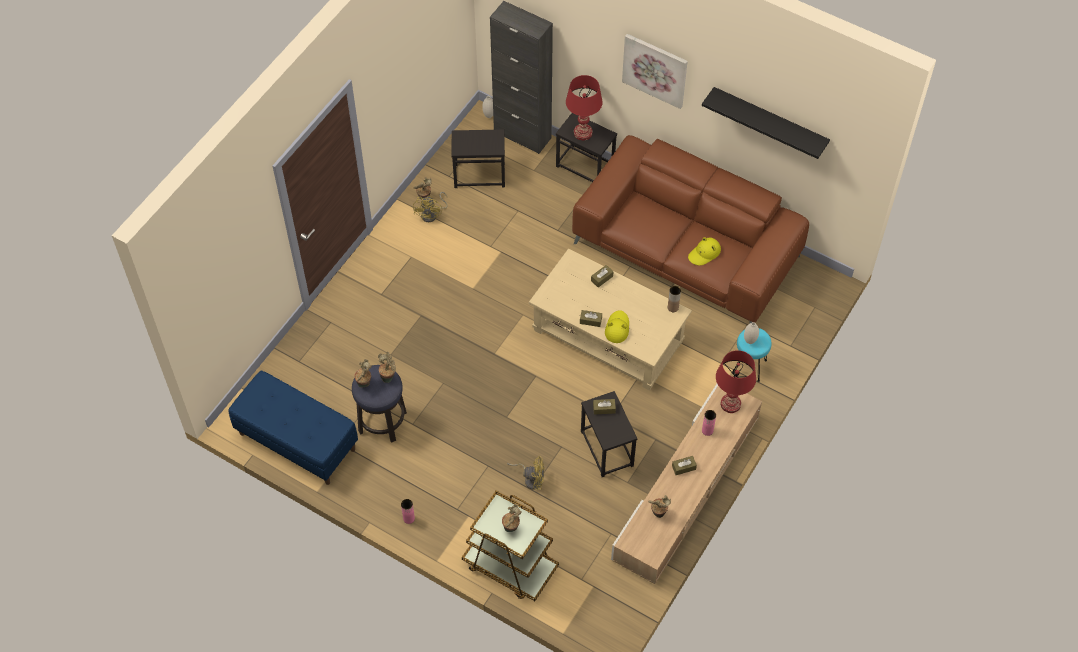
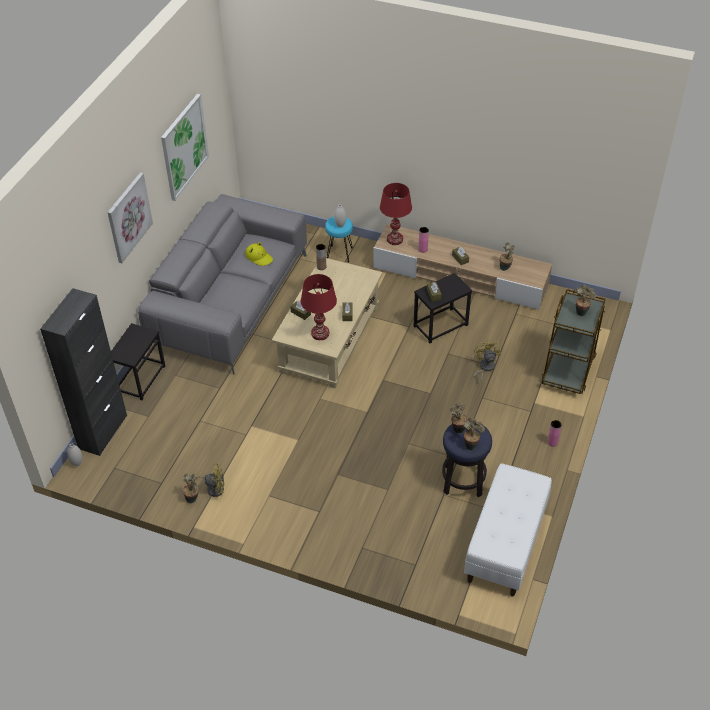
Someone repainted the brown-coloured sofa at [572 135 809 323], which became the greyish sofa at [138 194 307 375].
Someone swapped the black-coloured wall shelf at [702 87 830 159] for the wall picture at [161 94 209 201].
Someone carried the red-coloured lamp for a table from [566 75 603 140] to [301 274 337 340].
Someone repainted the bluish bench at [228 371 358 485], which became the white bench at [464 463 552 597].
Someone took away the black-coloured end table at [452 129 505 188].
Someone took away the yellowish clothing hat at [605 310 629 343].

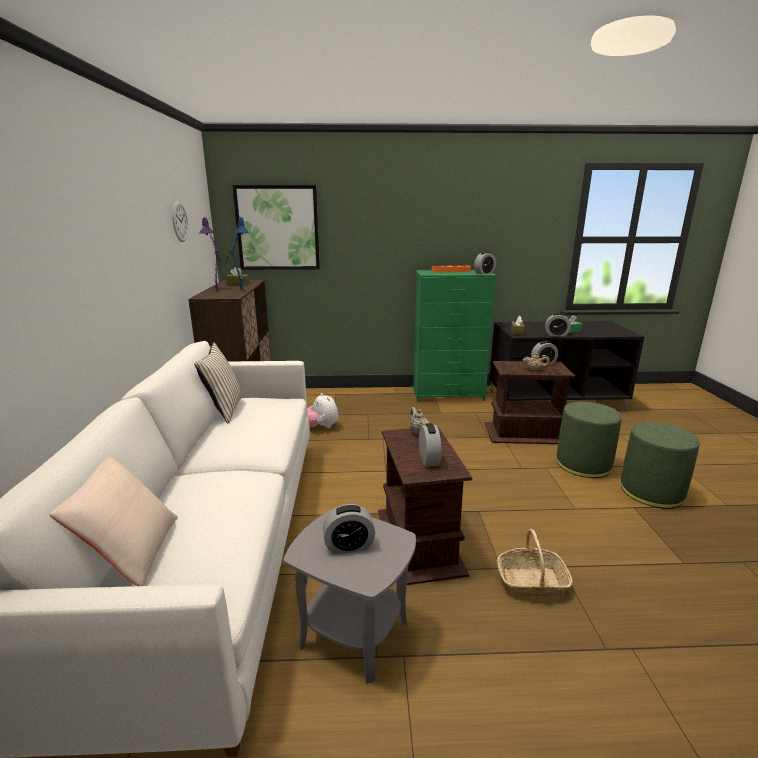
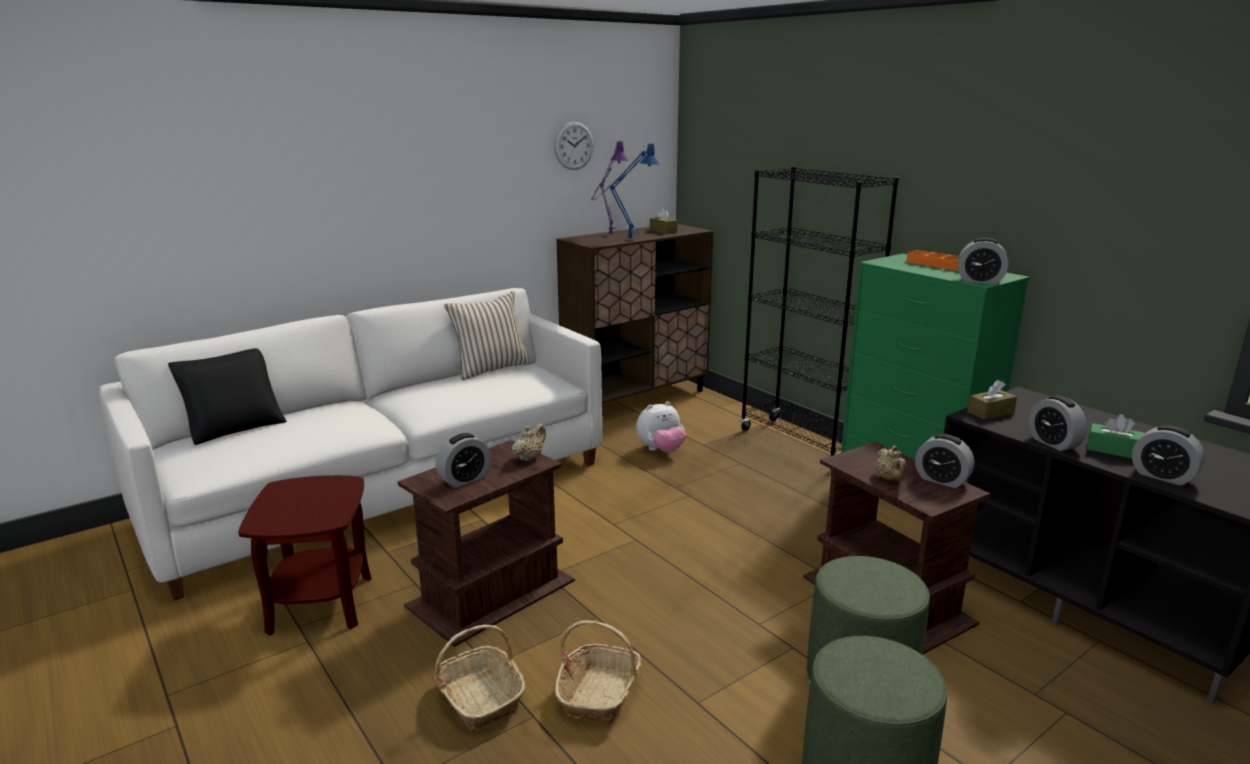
Someone repainted the sand-coloured pillow at [49 456 178 586], which became the black-coloured pillow at [168 348 287 445].
Someone repainted the greyish end table at [283 509 416 684], which became the brown-coloured end table at [238 475 371 636].
Someone put down the basket at [555 620 641 724].
Someone rotated the plush toy at [307 393 338 429] by 135 degrees counterclockwise.
Someone put down the black-coloured shelving unit at [740 167 899 470].
Someone carried the table clock from [323 504 375 554] to [1132 425 1205 486].
Someone took away the wall picture at [232 185 320 270].

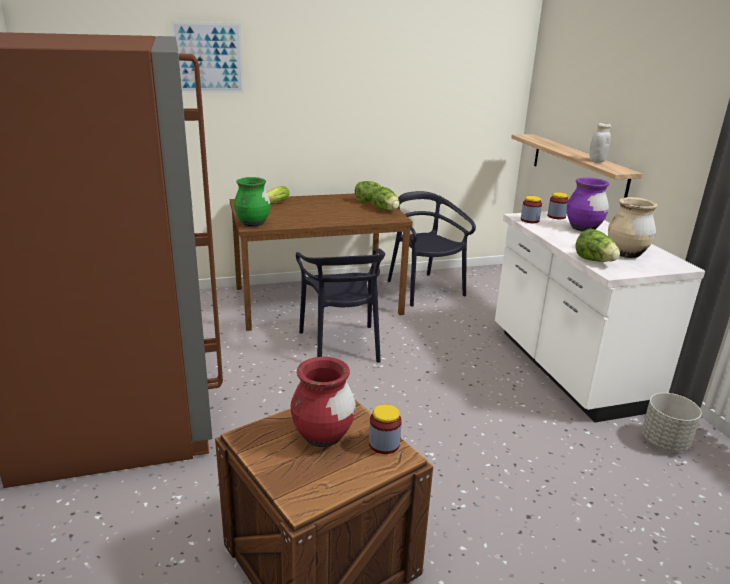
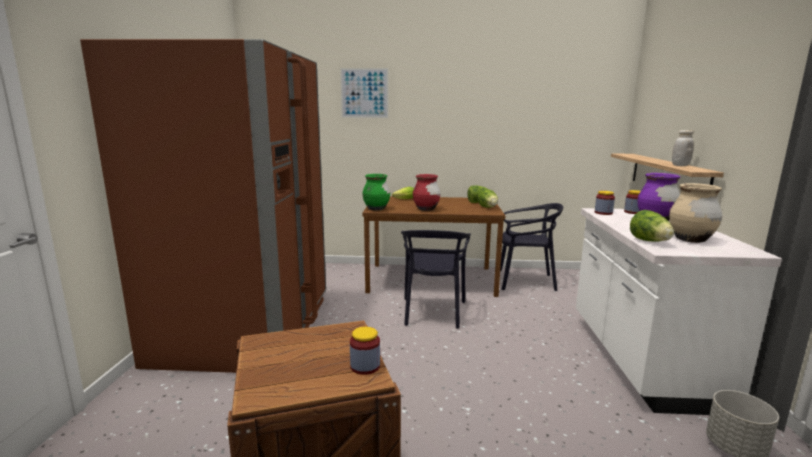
Someone carried the red-coloured decorative vase from [291 357 356 447] to [413 174 440 211].
Someone rotated the black-coloured plain chair at [387 191 476 307] by 105 degrees clockwise.

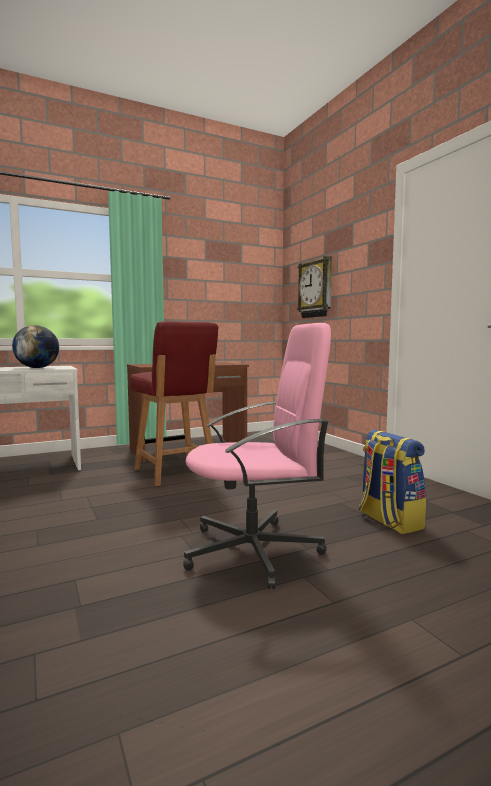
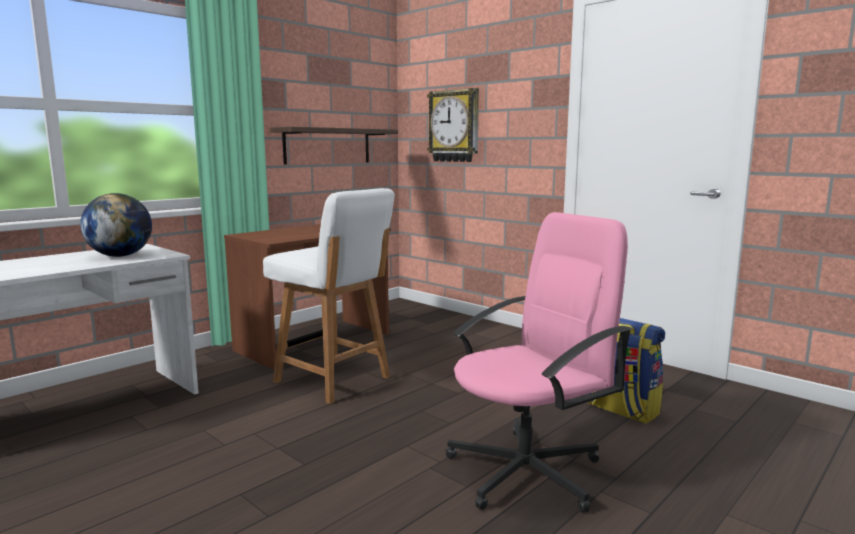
Someone repainted the red-coloured plain chair at [130 321 219 486], which became the white plain chair at [263 188 395 404].
Someone put up the wall shelf at [270 127 398 165].

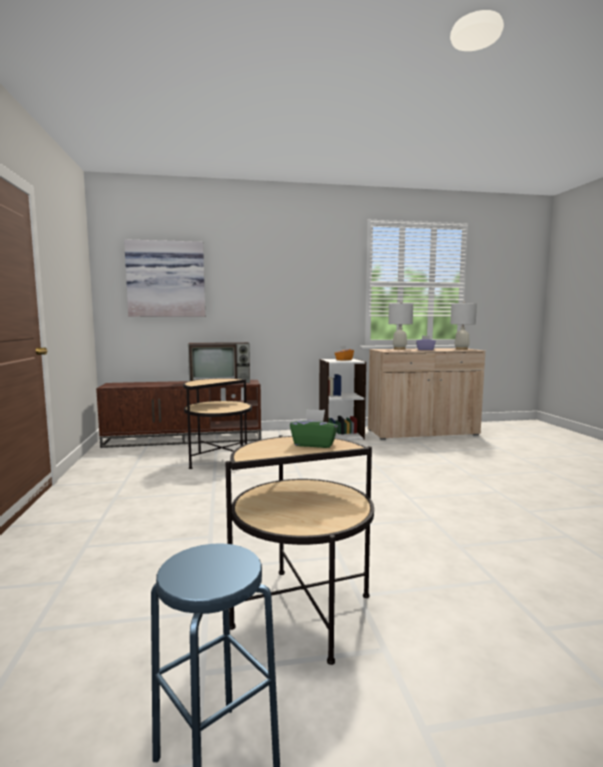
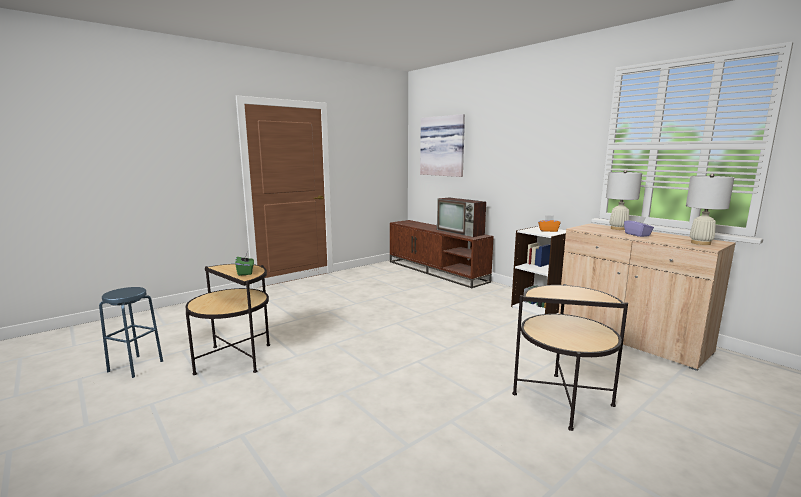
Someone carried the end table from [183 378 252 469] to [512 284 628 431].

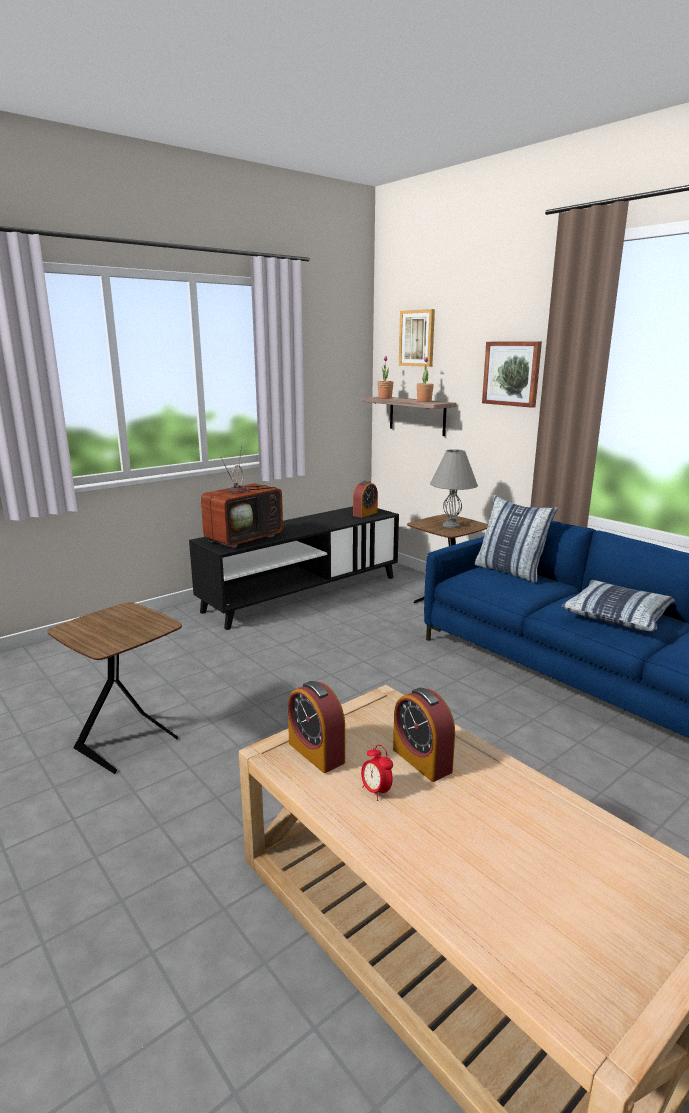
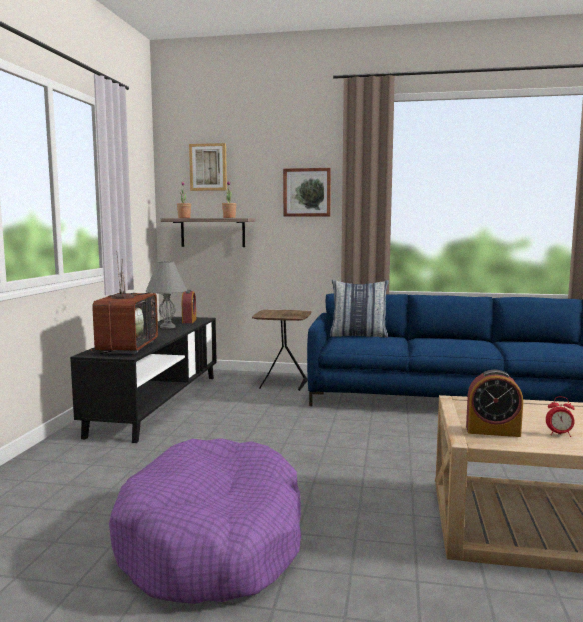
Someone swapped the brown-coloured end table at [47 602 182 774] for the purple-coloured dog bed at [109 438 301 604].
Someone carried the greyish lamp for a table from [430 449 478 528] to [146 260 187 329].
Someone took away the table clock at [393 688 455 782].
Someone took away the pillow at [562 580 675 631].

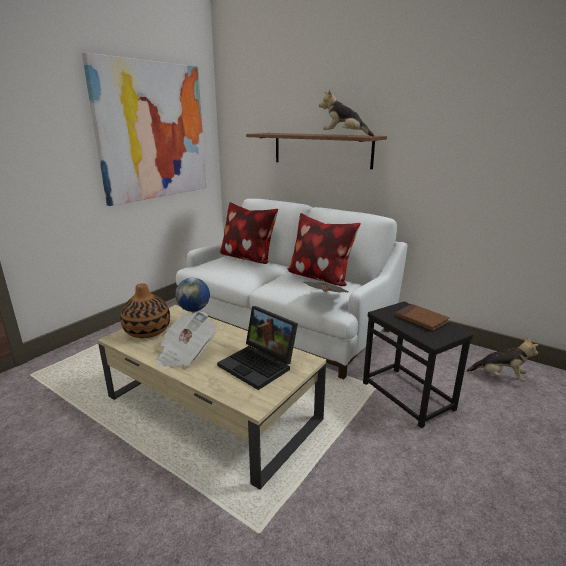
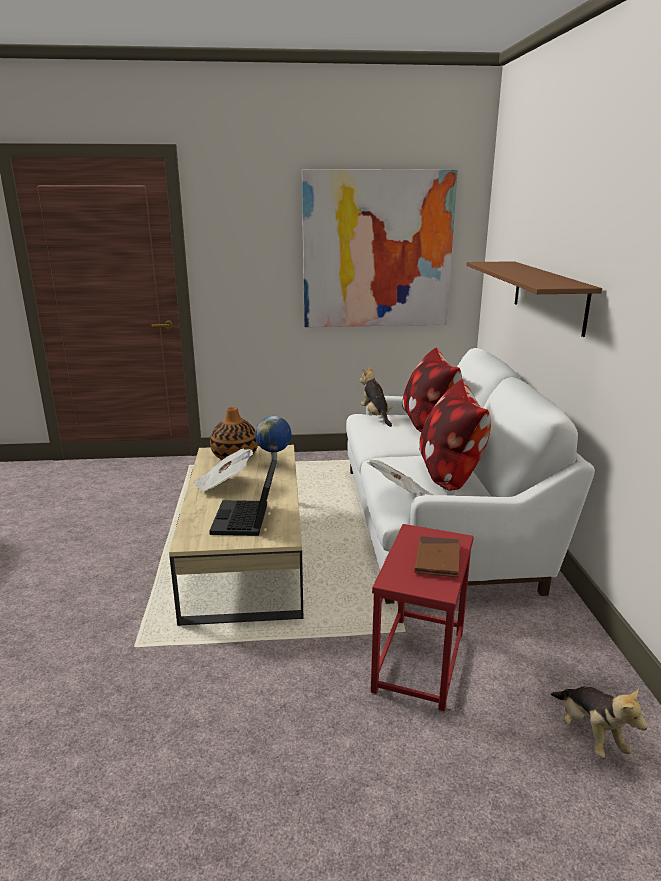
Someone carried the plush toy from [319 90 374 136] to [360 367 392 427].
Someone repainted the black-coloured end table at [363 301 473 428], which became the red-coloured end table at [371 524 474 711].

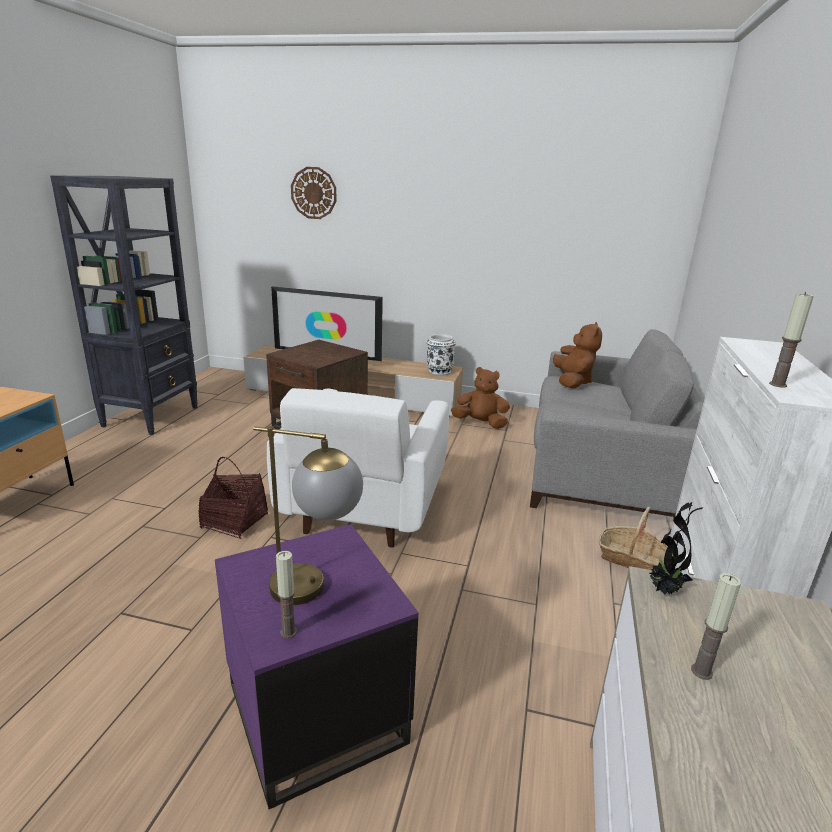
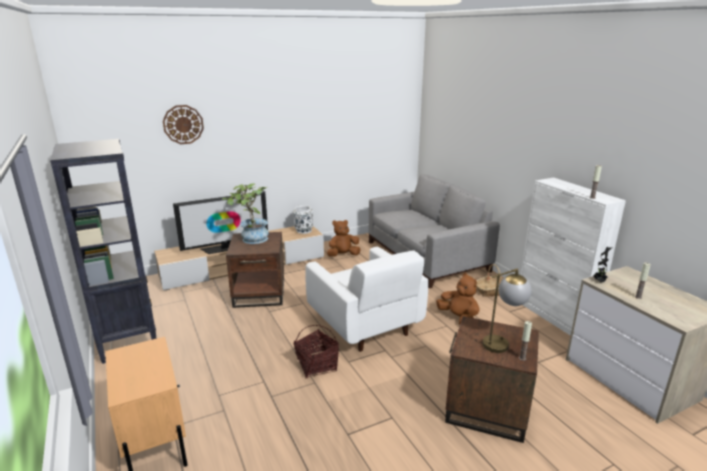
Someone put down the potted plant at [222 183 269 244].
Someone carried the brown-coloured plush toy from [553 322 602 388] to [436 273 479 324].
Someone repainted the purple-coloured end table at [215 524 419 809], which became the brown-coloured end table at [445 316 539 443].

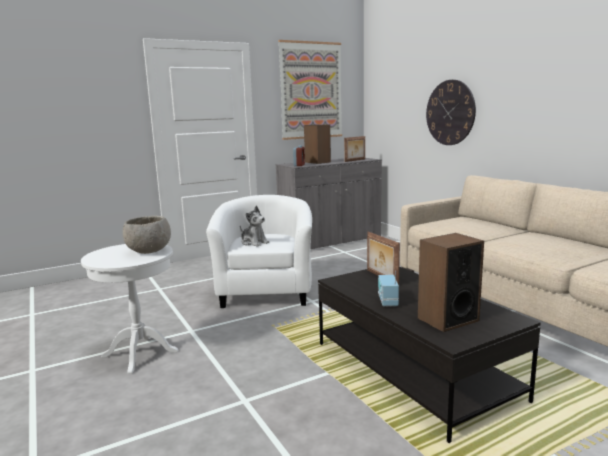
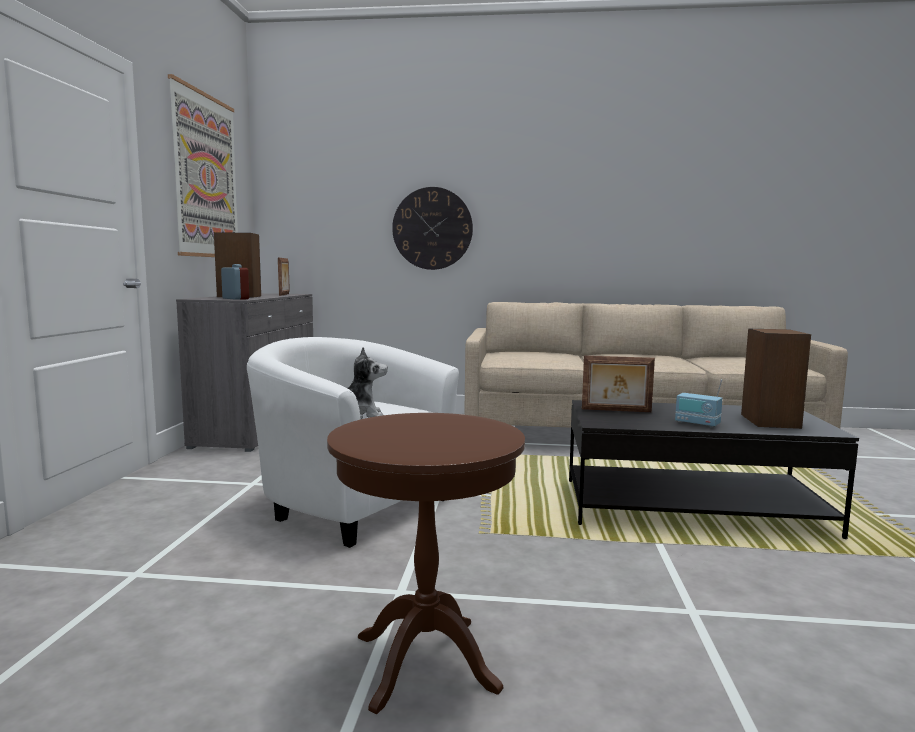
Someone repainted the white end table at [81 244 178 374], which became the brown-coloured end table at [327 413 525 714].
Someone took away the greyish bowl at [123 216 171 254].

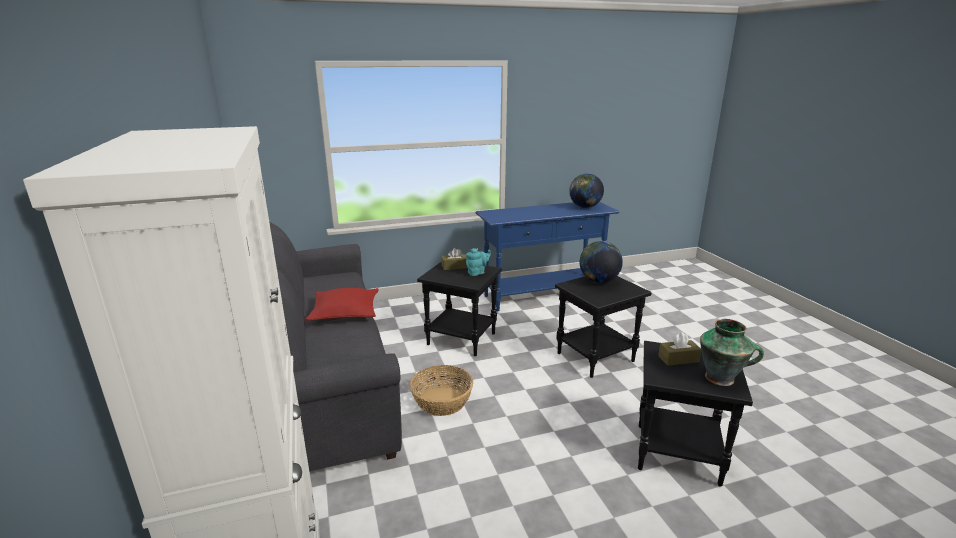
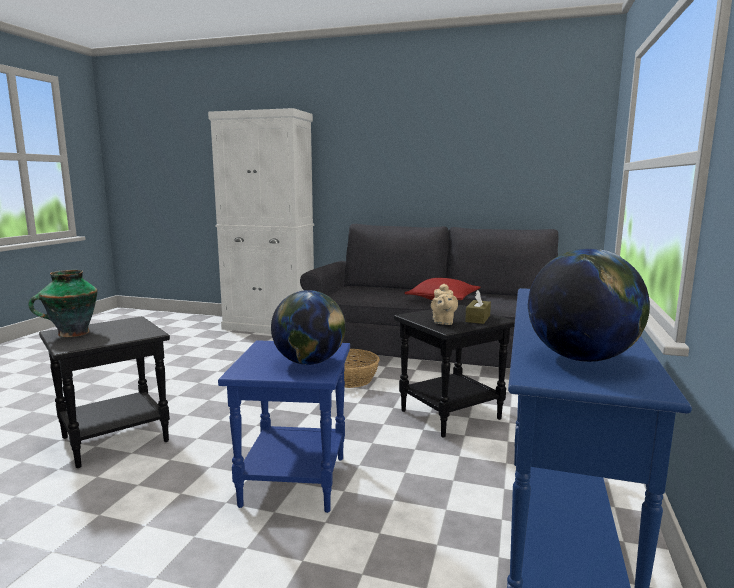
Someone repainted the black-coloured end table at [555 276 652 378], which became the bluish end table at [218 340 350 513].
Someone repainted the blue-green teapot at [466 248 491 276], which became the sand-coloured teapot at [431 283 458 325].
Someone took away the brown-coloured tissue holder at [658 332 701 366].

